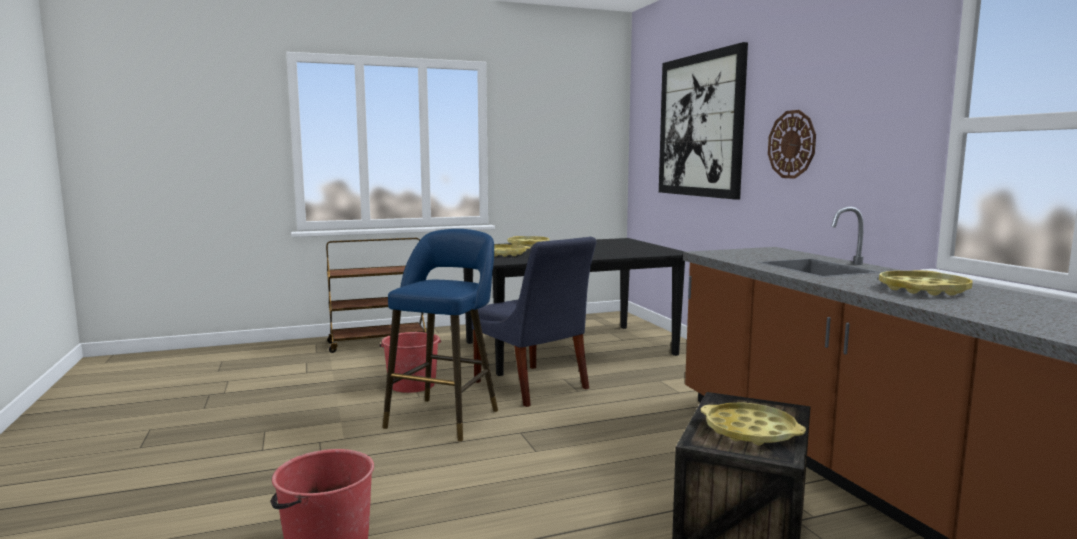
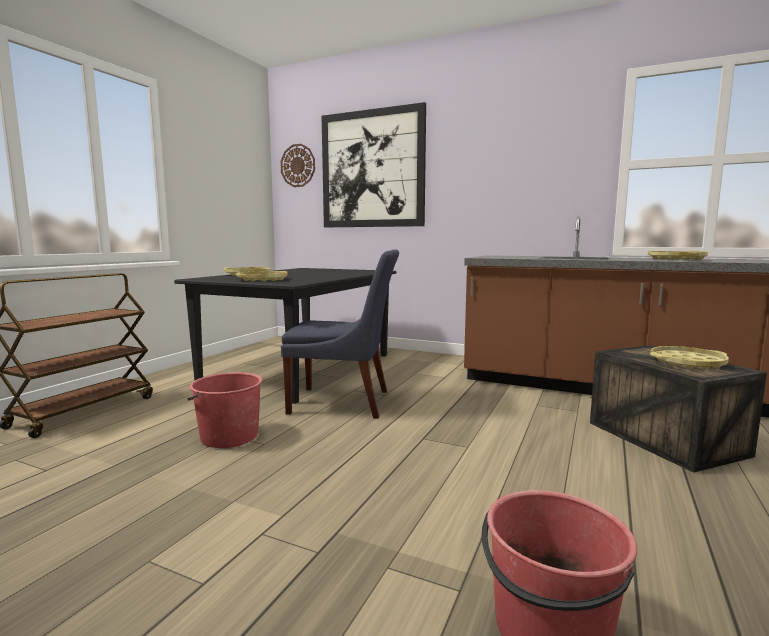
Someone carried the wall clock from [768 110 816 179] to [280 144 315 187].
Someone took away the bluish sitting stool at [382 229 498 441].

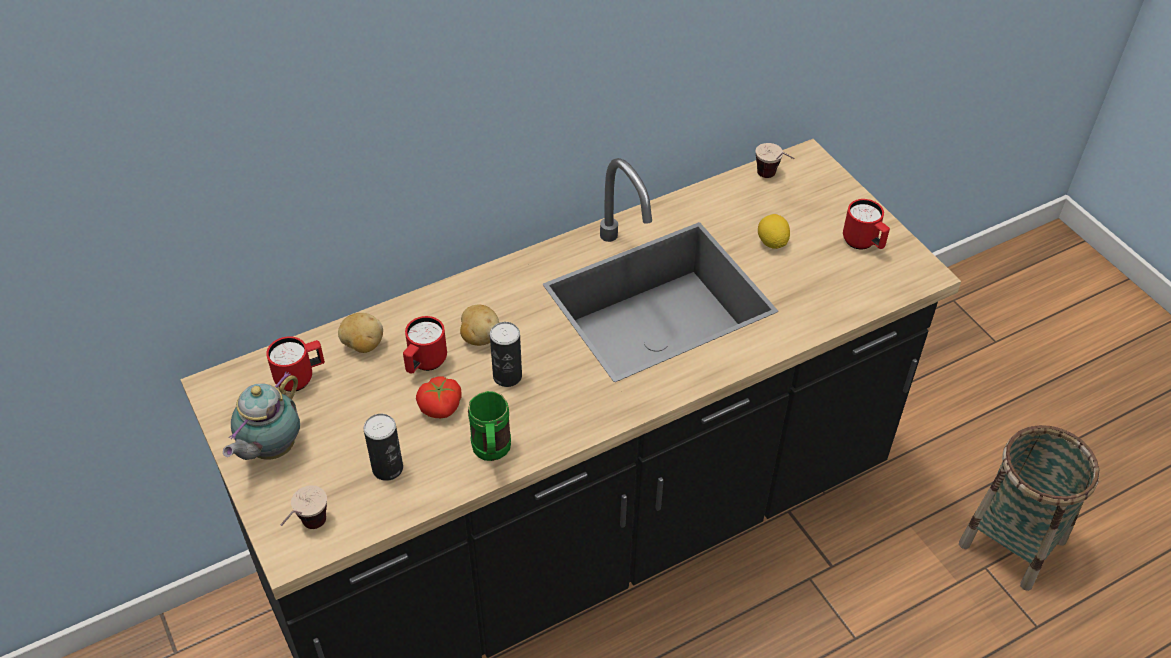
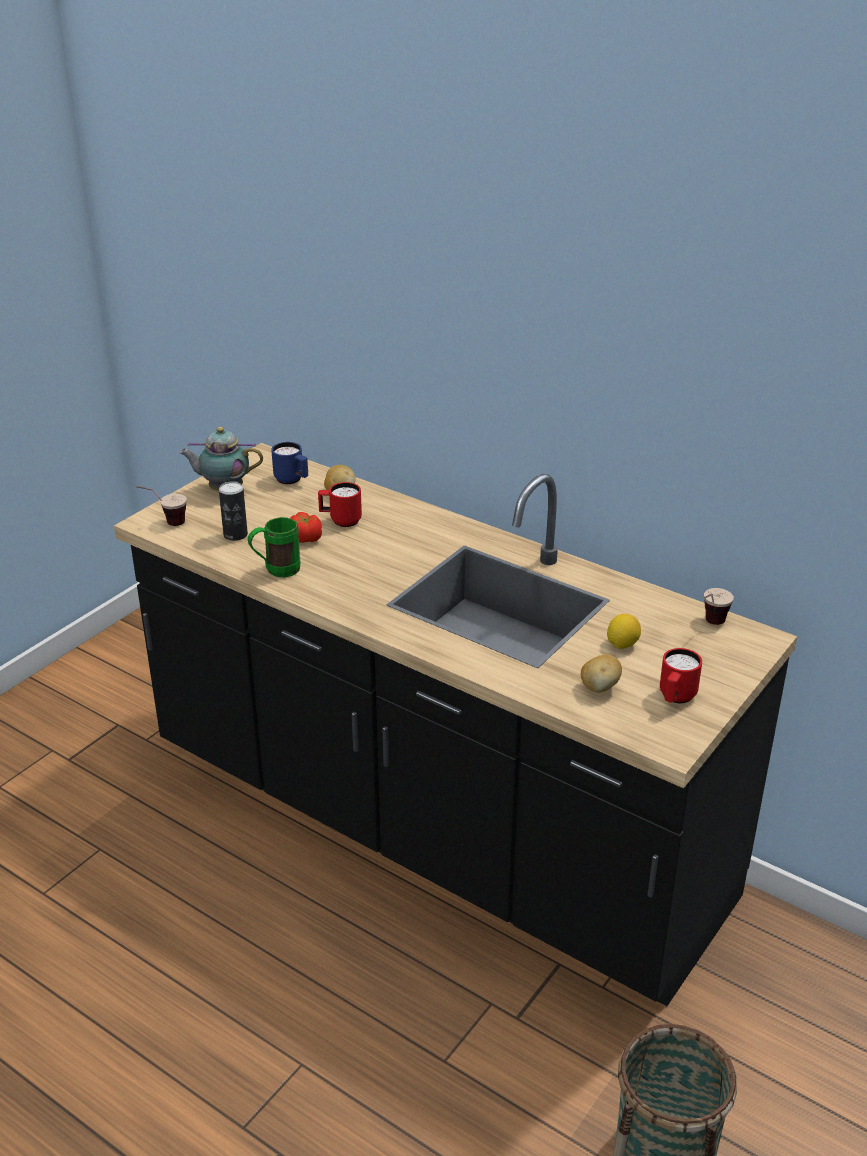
Someone repainted the red-coloured coffee mug at [266 336 325 392], which became the bluish coffee mug at [271 442 308 484].
Someone carried the potato from [460 304 499 346] to [581 654 622 693].
Someone took away the metal can at [490 322 522 387].

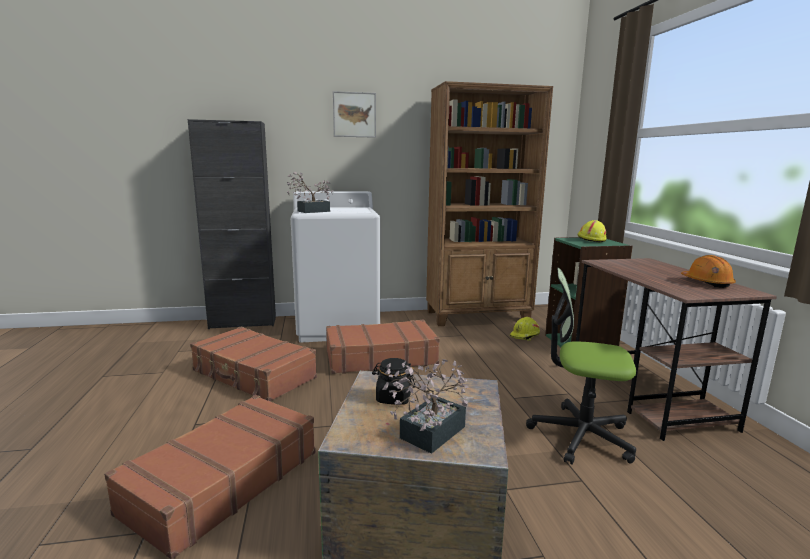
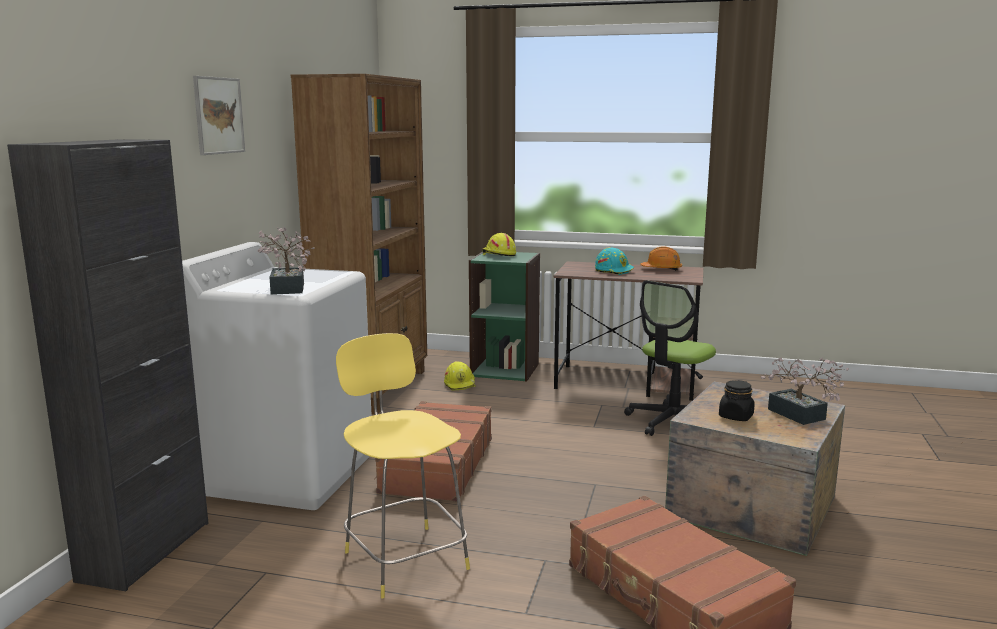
Someone swapped the brown-coloured piece of luggage at [190 326 317 401] for the yellowish sitting stool at [336 333 470 599].
Someone put down the blue-green safety helmet at [595 247 634 275].

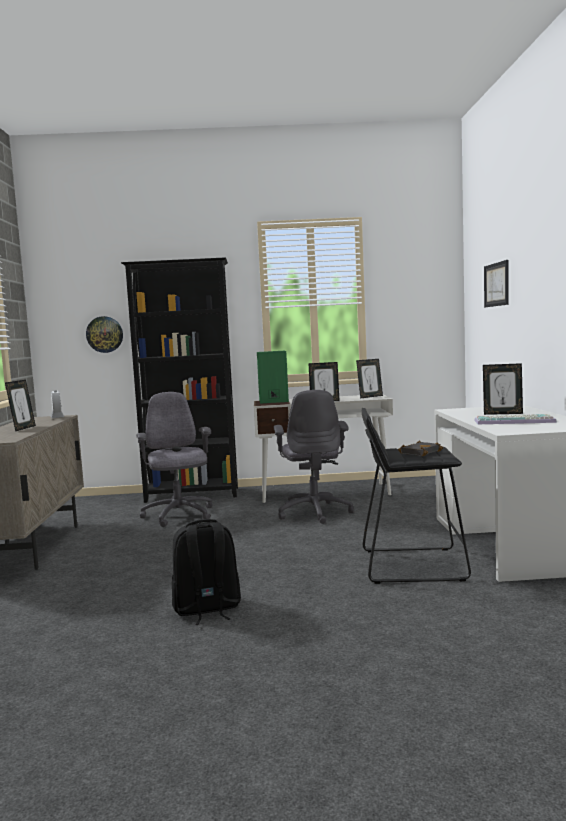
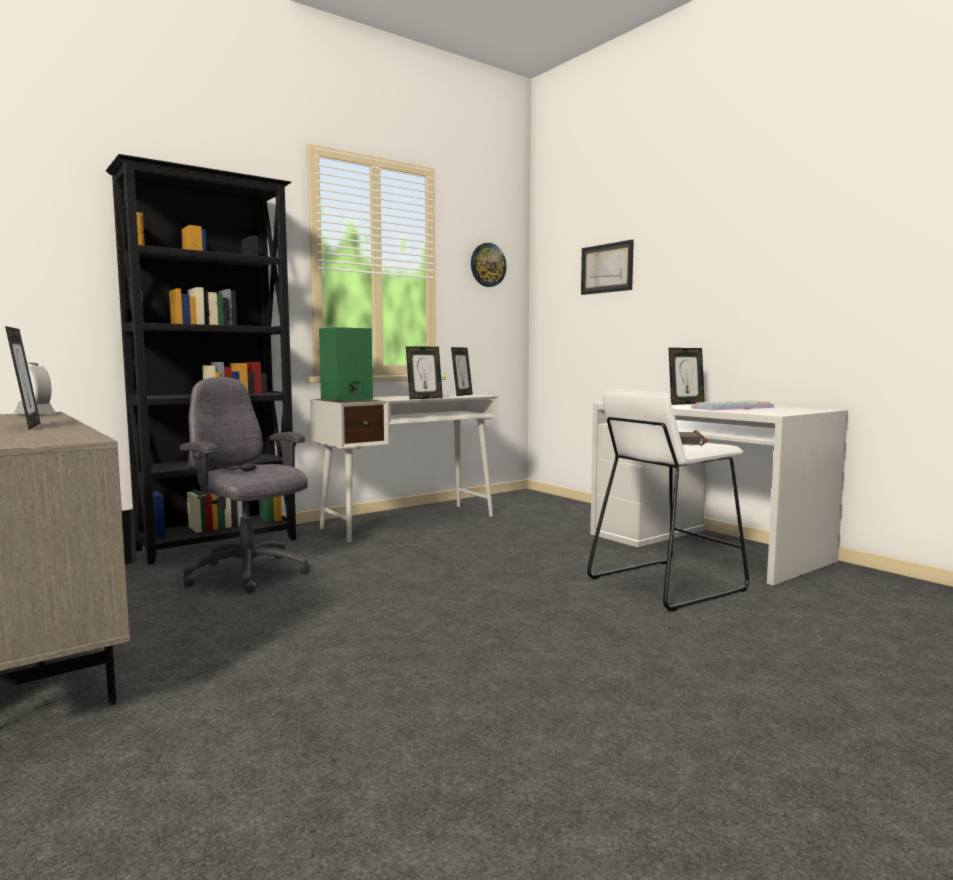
Someone carried the wall clock from [86 316 123 353] to [471 243 506 287].
Someone repainted the black-coloured sitting stool at [362 408 471 584], which became the white sitting stool at [587 389 749 612].
Someone took away the black-coloured knapsack at [172 519 241 625].
Someone took away the greyish office chair at [274 390 354 524].

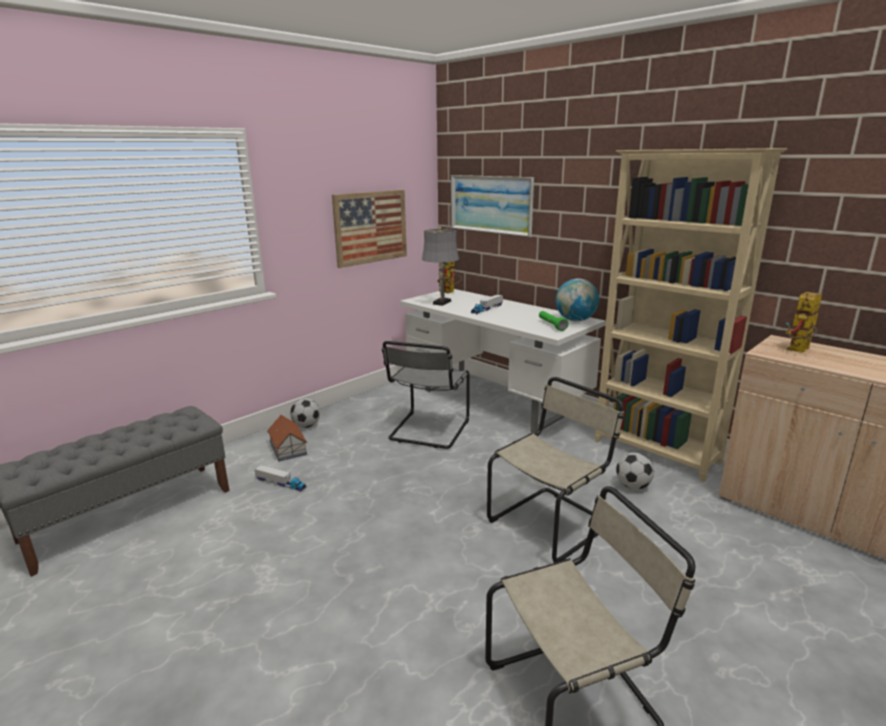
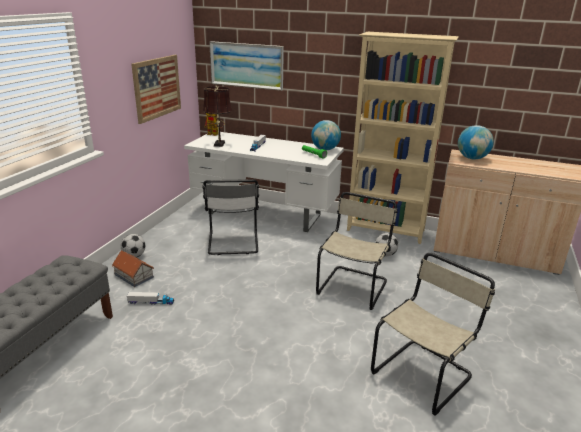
Someone repainted the greyish lamp for a table at [422 227 459 306], which became the brown-coloured lamp for a table at [203 85 232 147].
Someone swapped the robot figure at [786 292 822 353] for the world globe at [458 125 494 159].

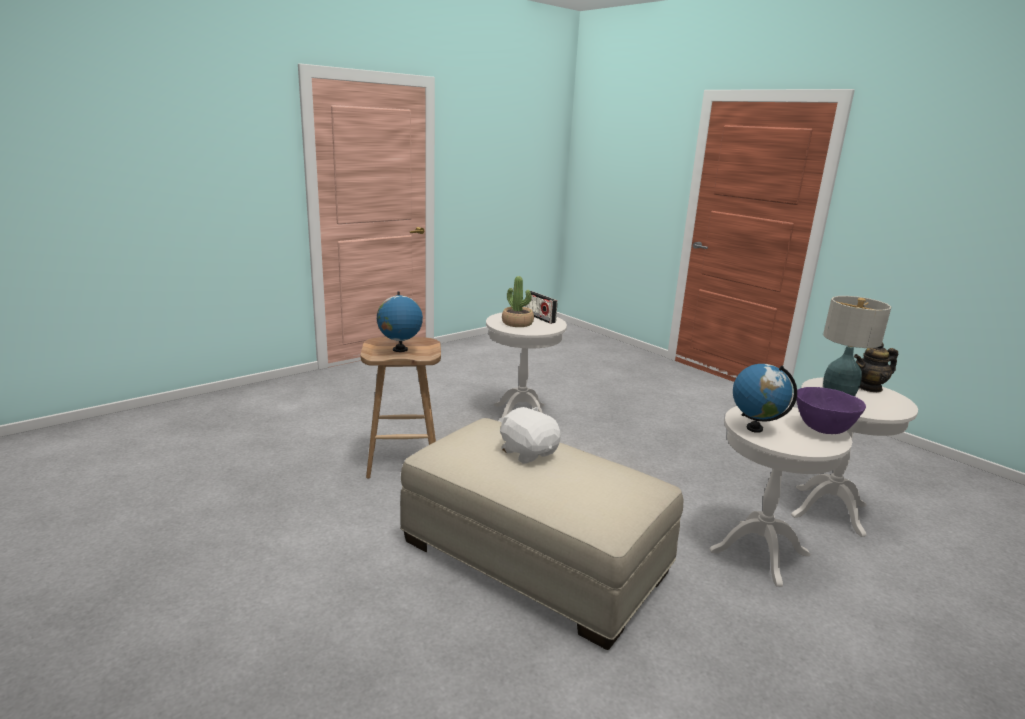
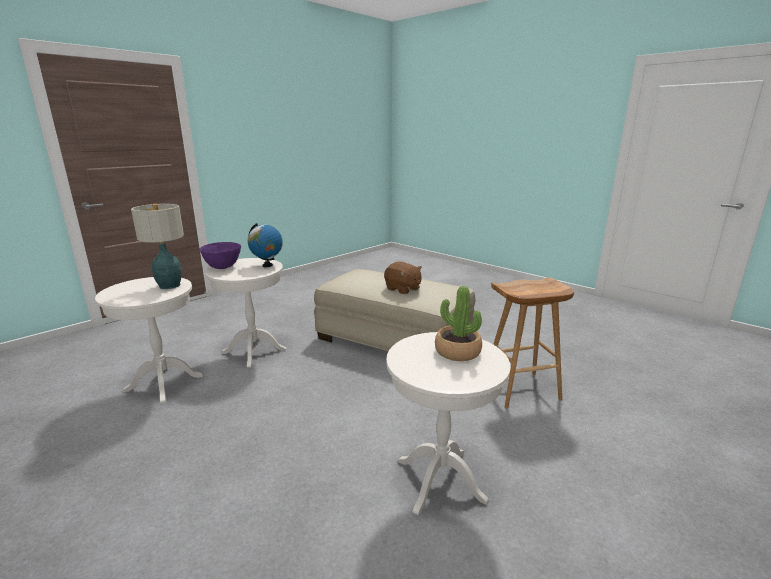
Someone repainted the white plush toy at [499 407 561 464], which became the brown-coloured plush toy at [384 262 422 294].
Someone took away the world globe at [377 292 423 352].
Someone took away the radio at [525 291 557 324].
Someone took away the teapot at [854 342 898 392].

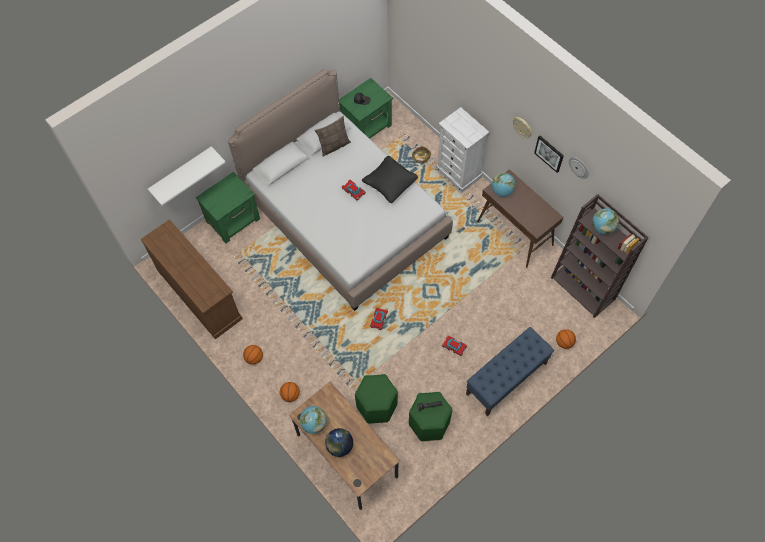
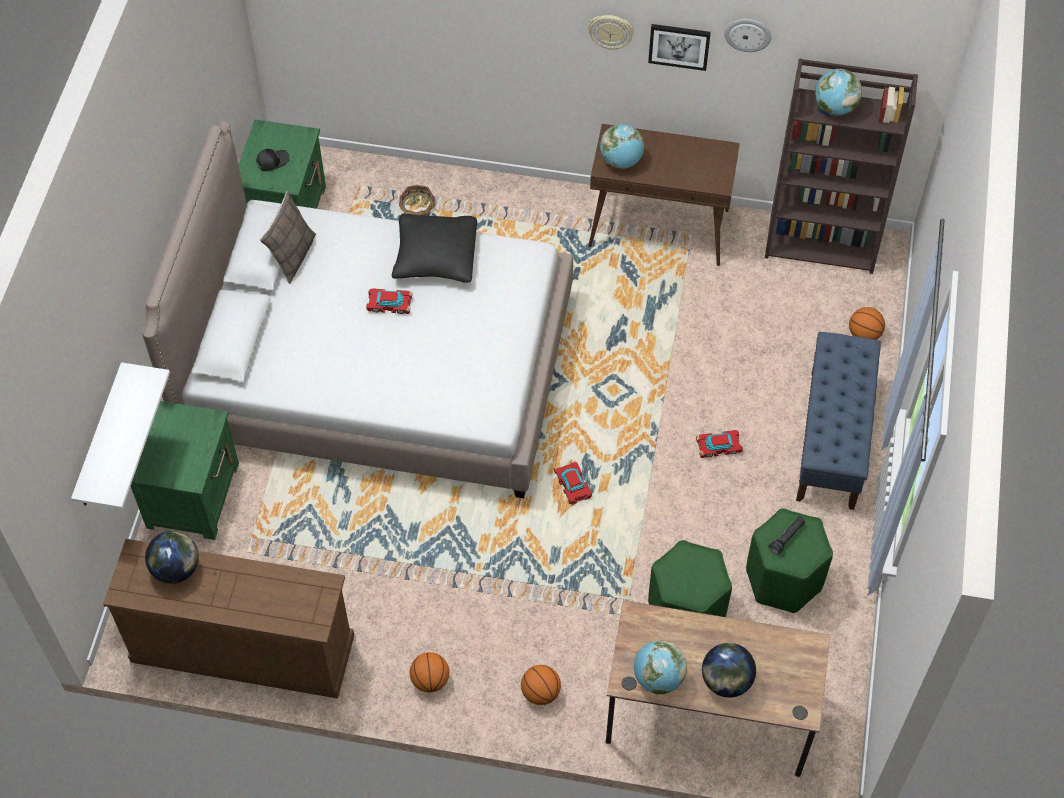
Someone put down the world globe at [145 531 199 584].
Someone took away the white chest of drawers at [436 107 490 193].

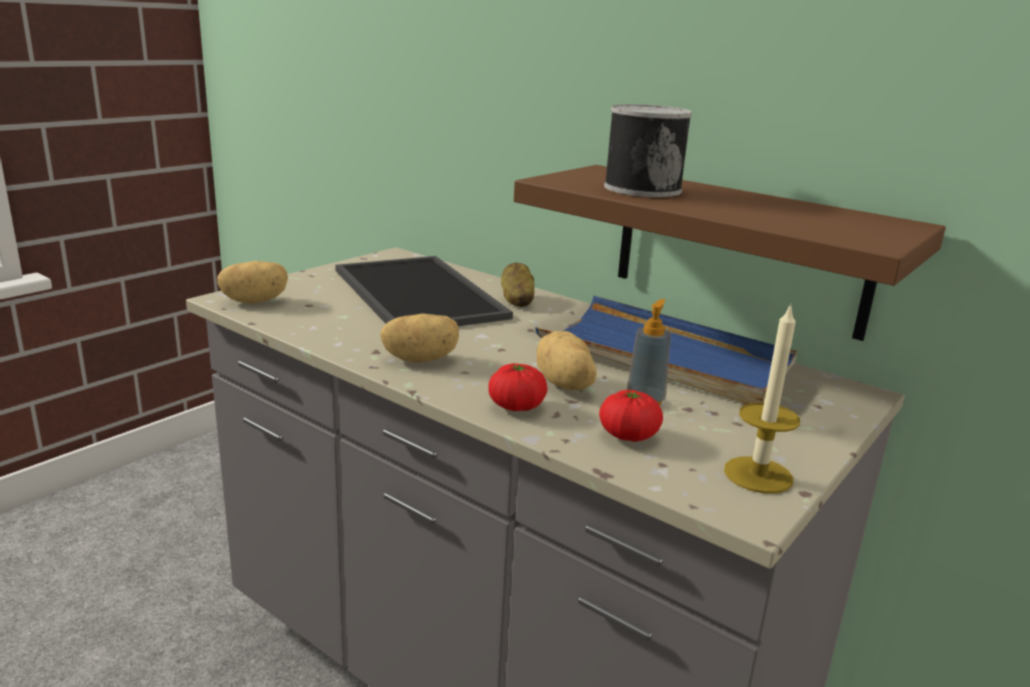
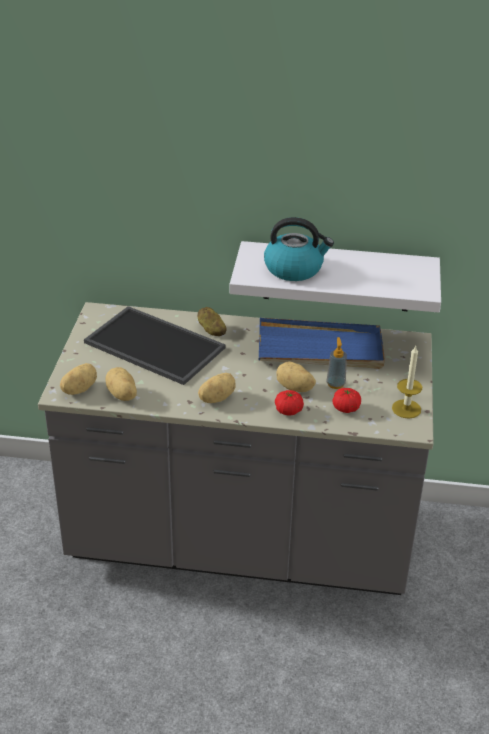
Someone put down the potato at [105 367 137 401].
Someone repainted the brown-coloured wall shelf at [514 165 946 341], which became the white wall shelf at [229 241 441 312].
Someone swapped the metal can at [604 104 692 197] for the tea kettle at [264 217 334 281].

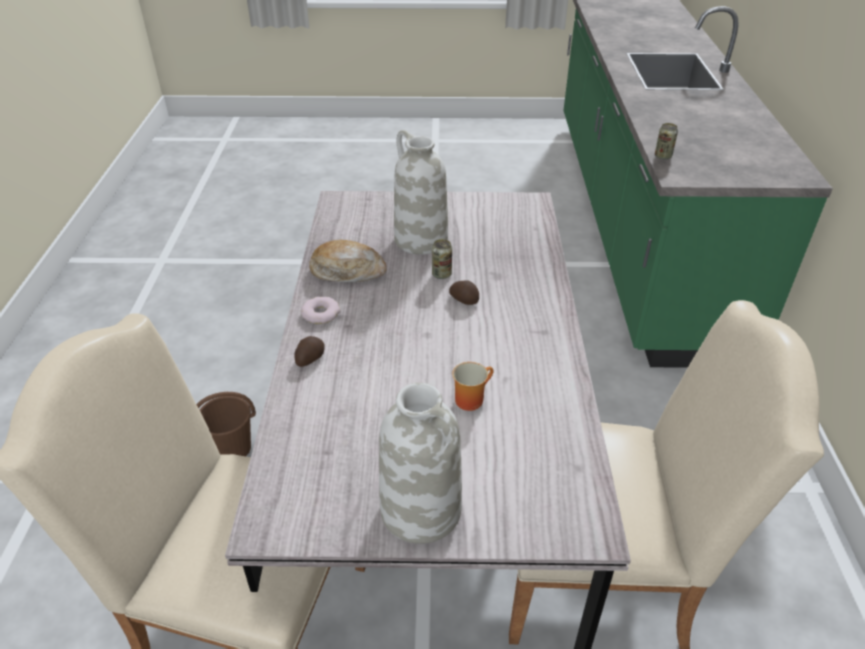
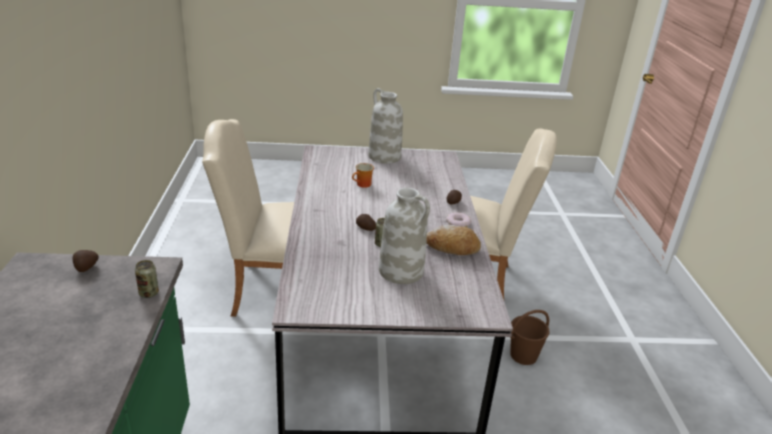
Someone put down the potato at [73 250 99 272].

